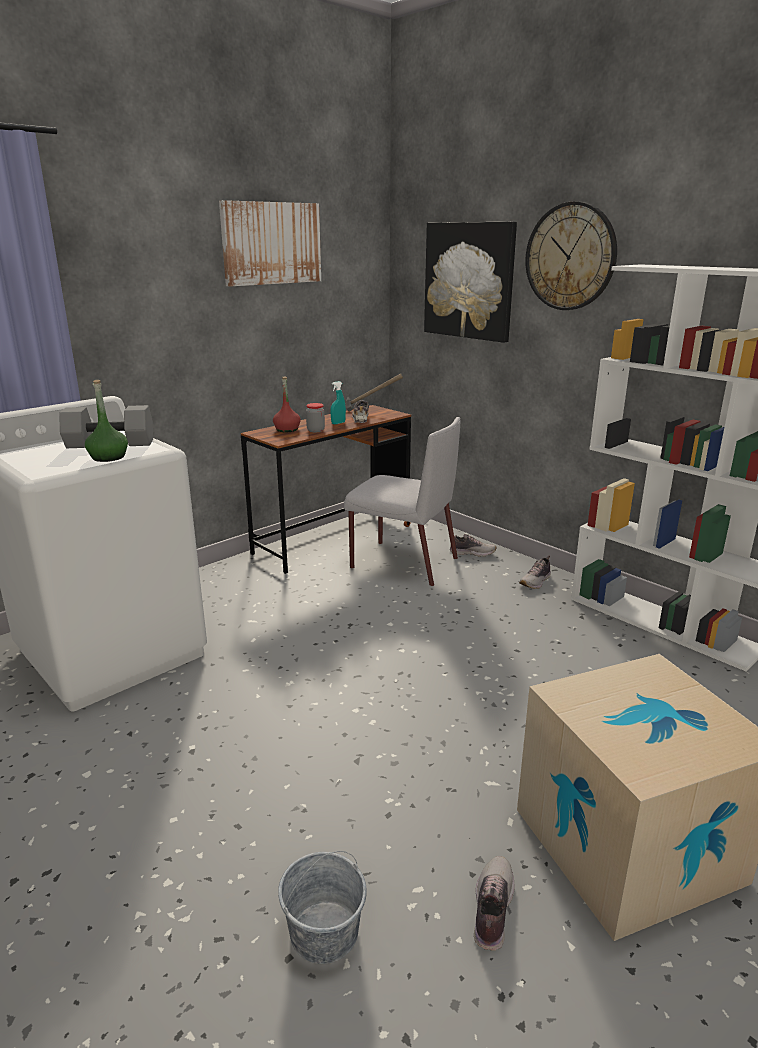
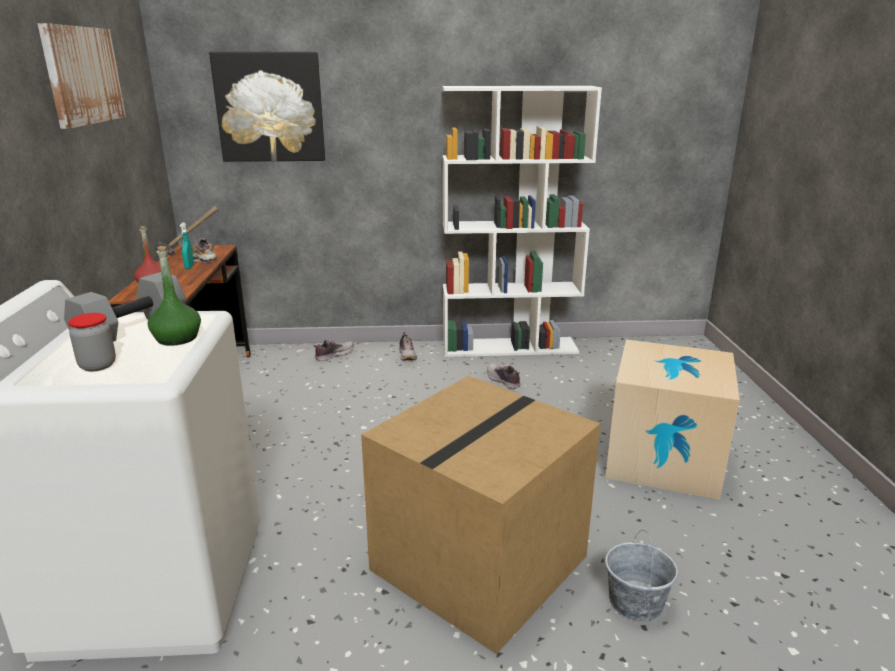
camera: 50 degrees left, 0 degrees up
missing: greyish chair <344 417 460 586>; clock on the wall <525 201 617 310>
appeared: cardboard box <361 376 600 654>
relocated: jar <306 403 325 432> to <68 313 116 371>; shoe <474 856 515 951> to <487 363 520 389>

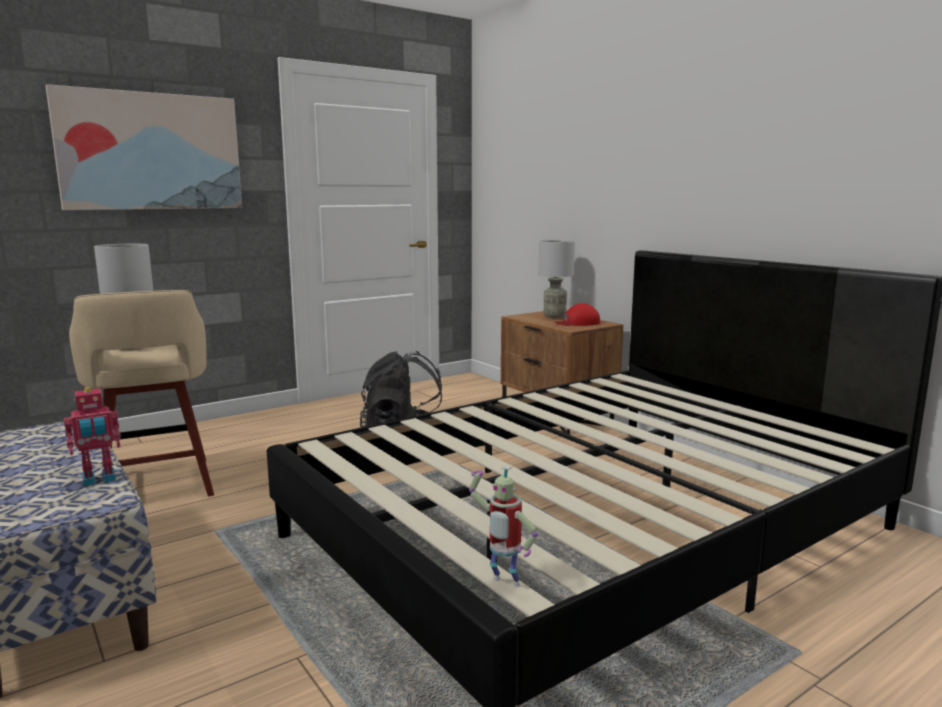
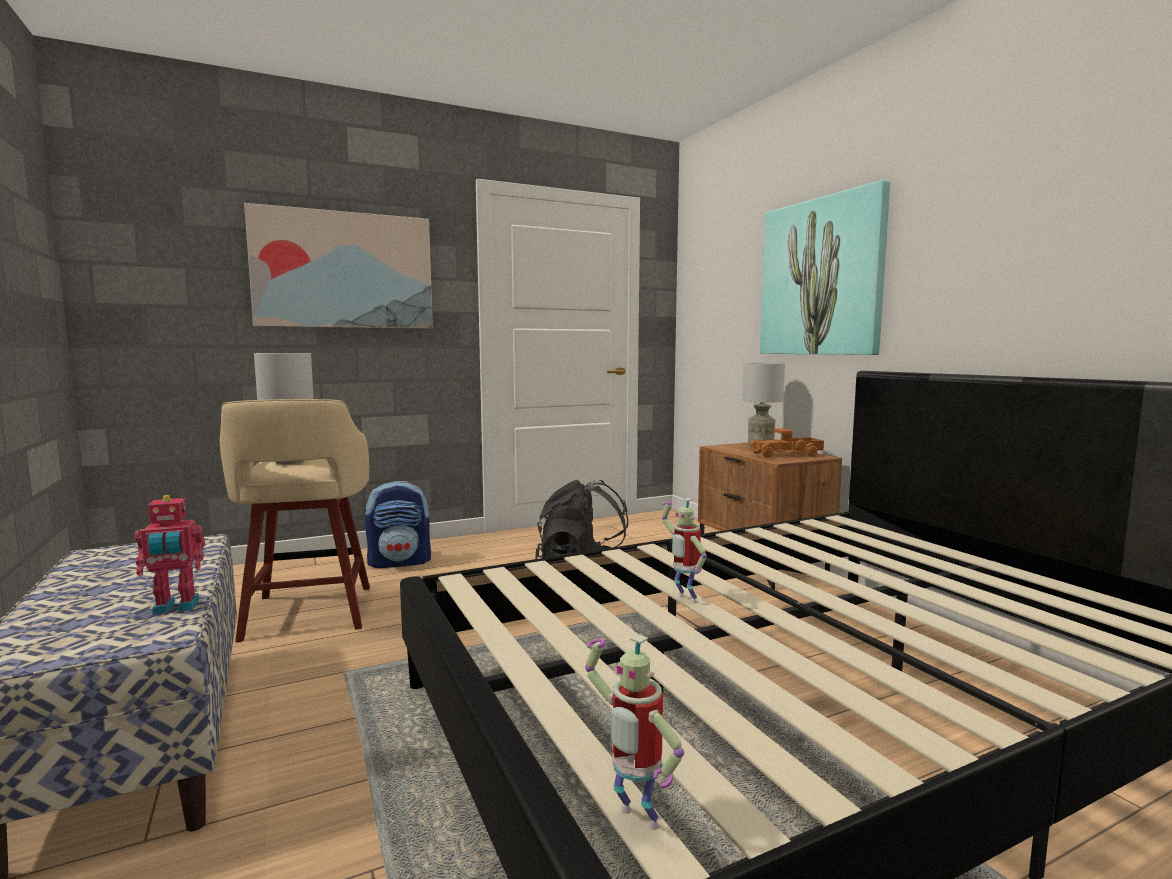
camera: 10 degrees right, 5 degrees down
appeared: backpack <365 481 431 568>; toy robot <662 498 707 603>; wall picture <760 180 890 355>
exchanged: red peaked cap <554 303 600 326> to toy truck <749 428 824 458>

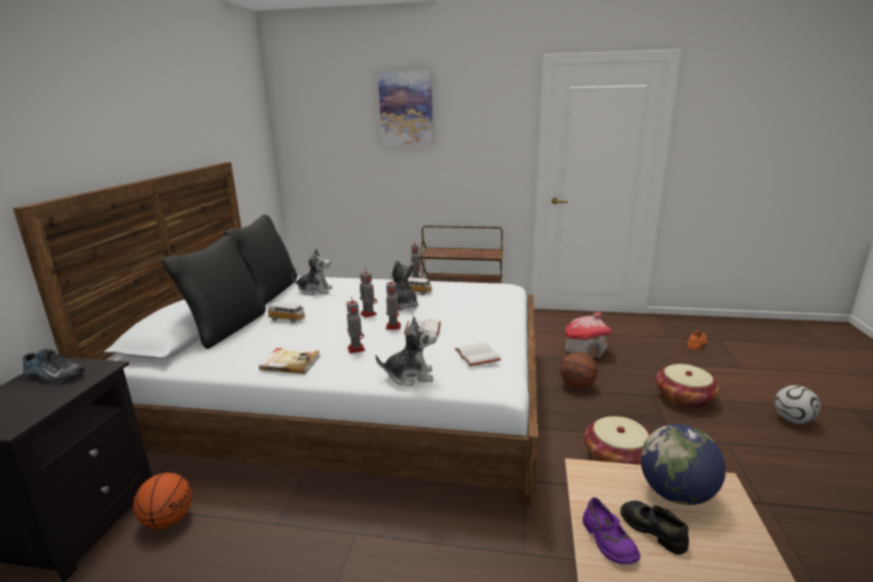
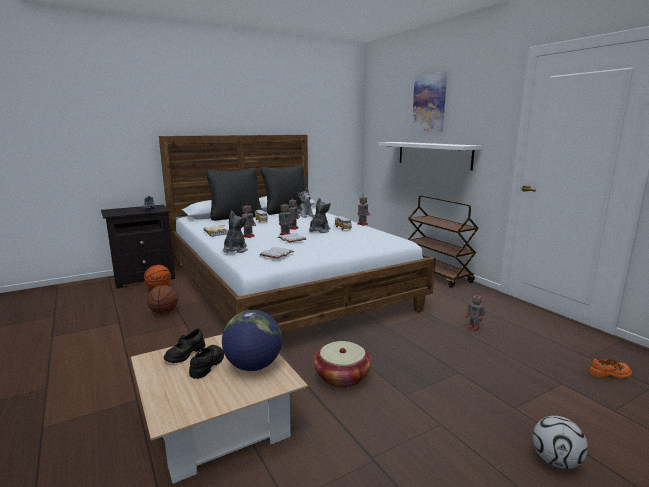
camera: 50 degrees right, 5 degrees down
missing: household basket <656 364 719 409>
appeared: white-coloured bracket shelf <379 142 483 171>
relocated: ball for basketball <560 352 598 389> to <147 285 178 314>
exchanged: toy house <565 312 613 358> to toy robot <466 293 486 331>
colour: purple shoe <583 497 641 564> to blackish shoe <164 328 205 363>
spun: plush toy <376 316 437 386> = <223 211 248 253> 135 degrees counterclockwise

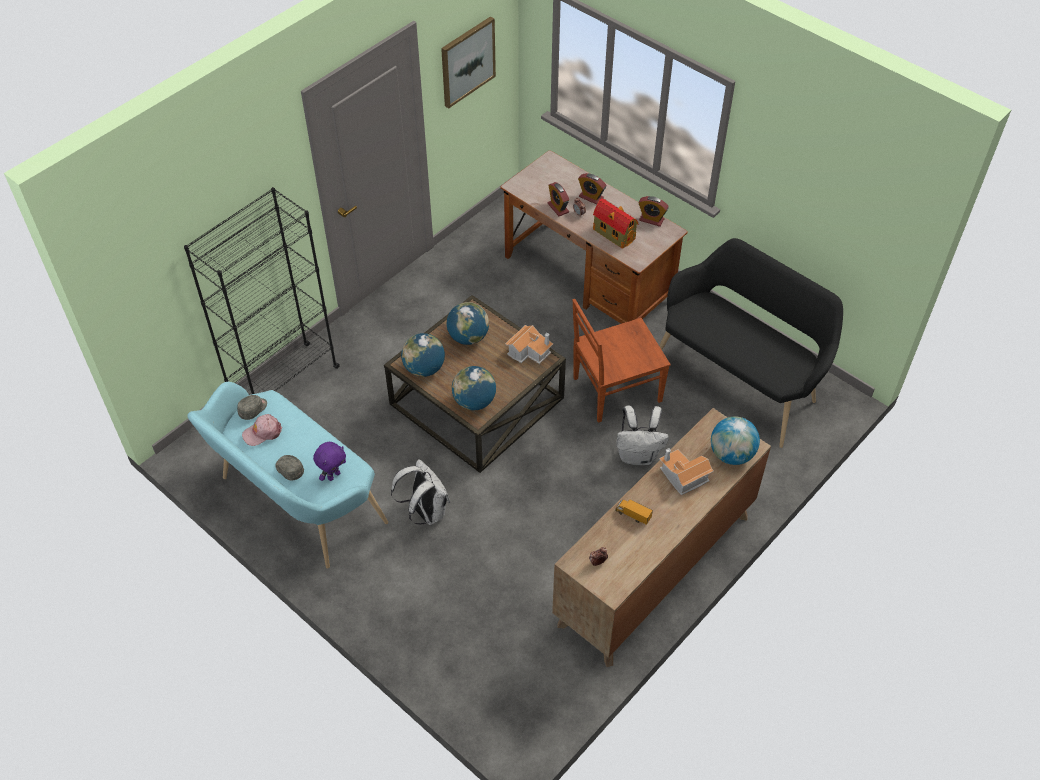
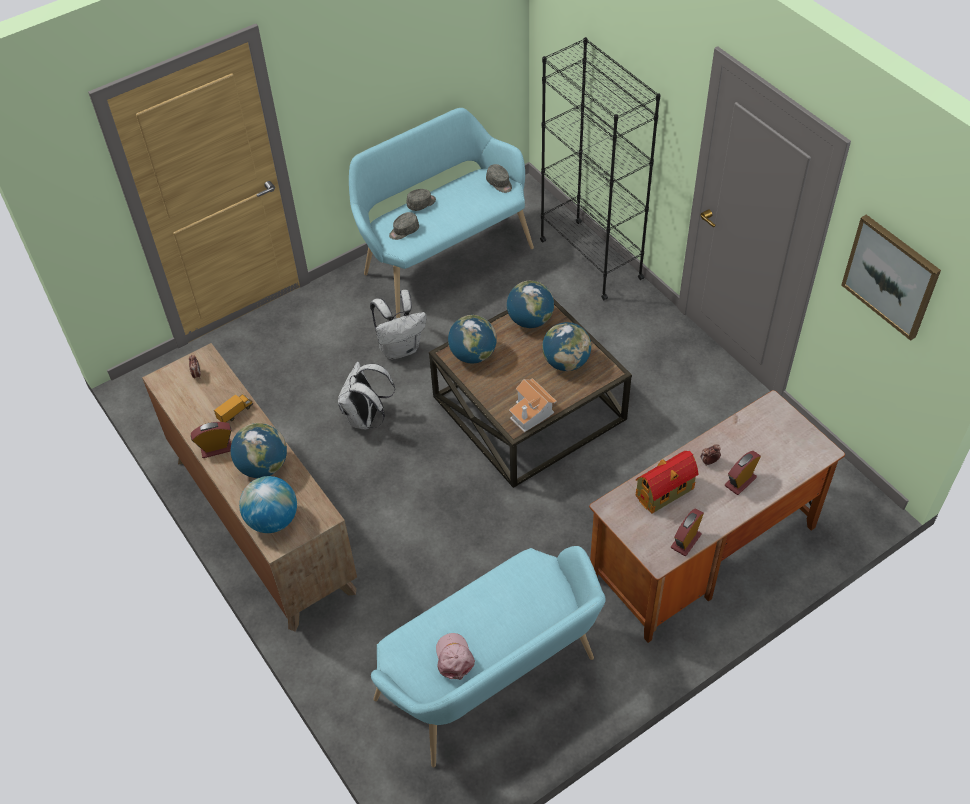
camera: 105 degrees right, 0 degrees up
missing: brownish chair <572 299 670 423>
relocated: pink-coloured peaked cap <242 414 282 446> to <436 633 475 680>; bedside clock <548 182 569 216> to <191 422 232 458>; white-coloured backpack <616 405 669 465> to <338 361 395 430>
exchanged: purple plush toy <313 442 346 481> to greyish peaked cap <389 212 419 240>; toy house <659 448 714 495> to globe <231 423 287 478>
colour: blackish long seat <659 238 843 448> to turquoise long seat <371 546 606 767>

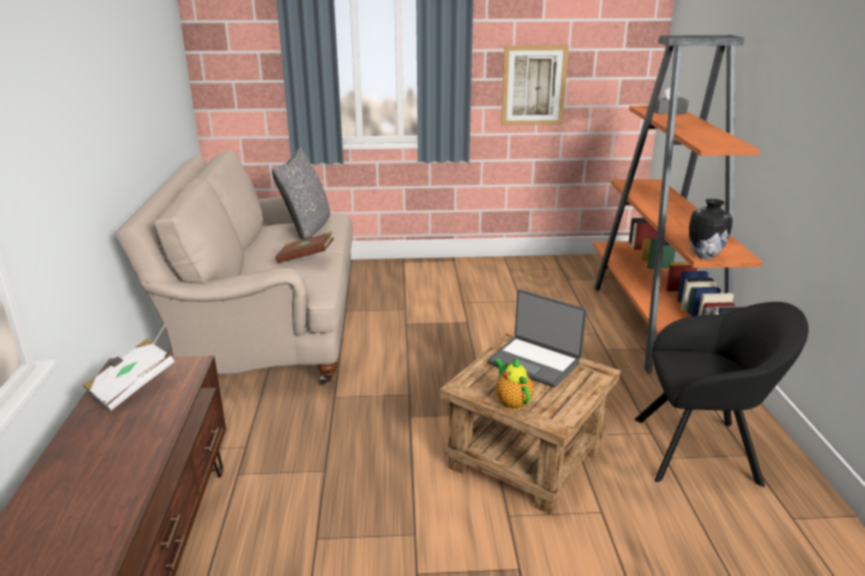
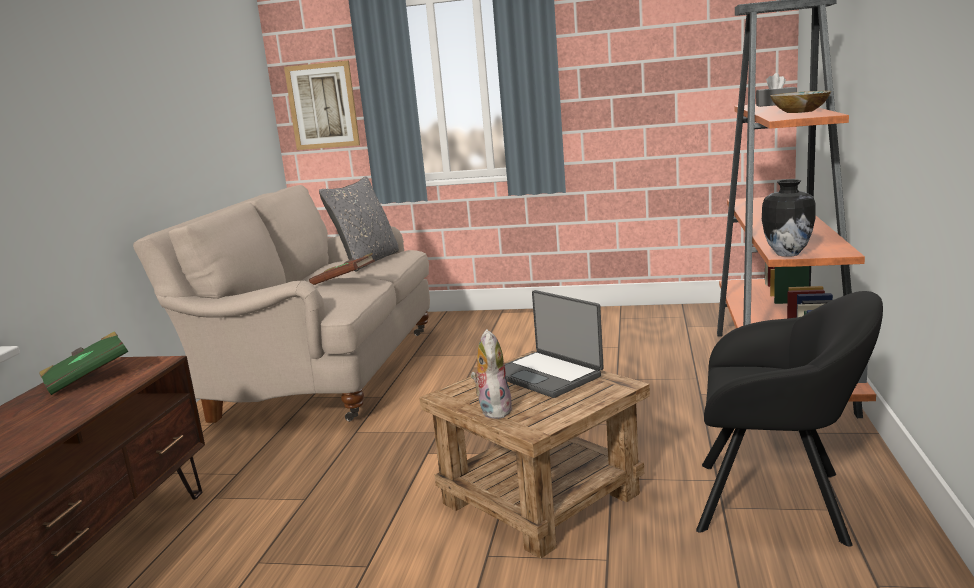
camera: 15 degrees right, 10 degrees down
appeared: serving bowl <770 91 831 113>
relocated: wall picture <501 45 569 125> to <284 60 360 150>
exchanged: teapot <494 358 534 410> to plush toy <471 329 513 419>
colour: white-coloured volume <83 339 175 411> to green volume <39 332 128 395>

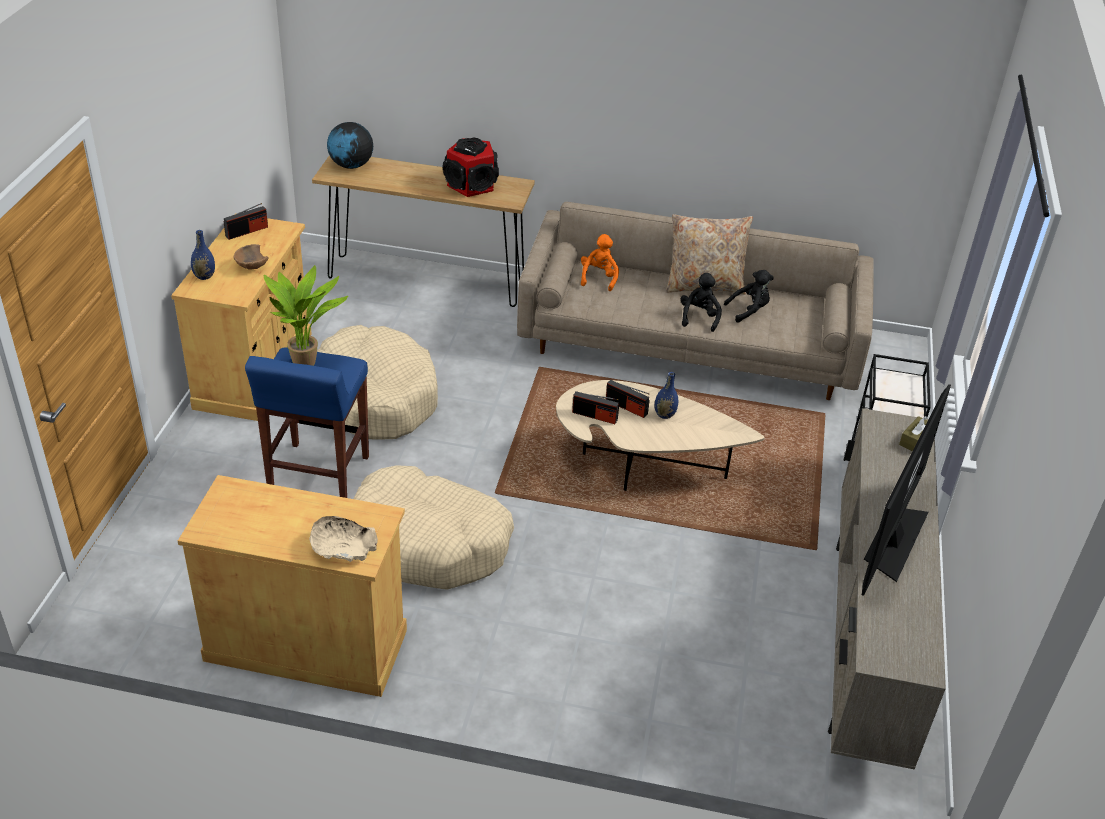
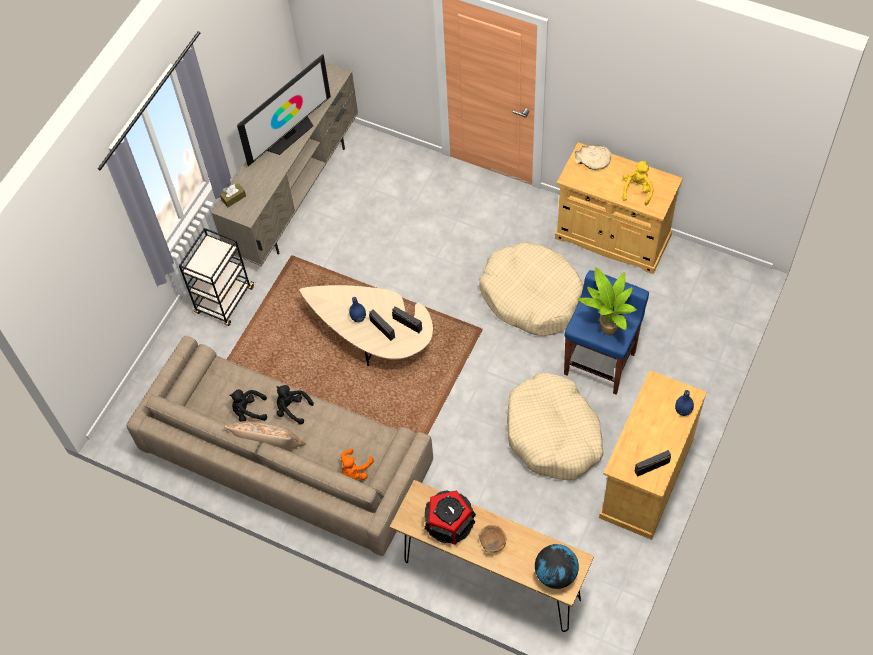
camera: 160 degrees left, 20 degrees up
appeared: yellow-coloured plush toy <622 161 654 205>
relocated: brownish serving bowl <234 244 269 270> to <478 525 507 553>
spun: blackish plush toy <681 273 722 332> = <276 385 314 424> 90 degrees clockwise

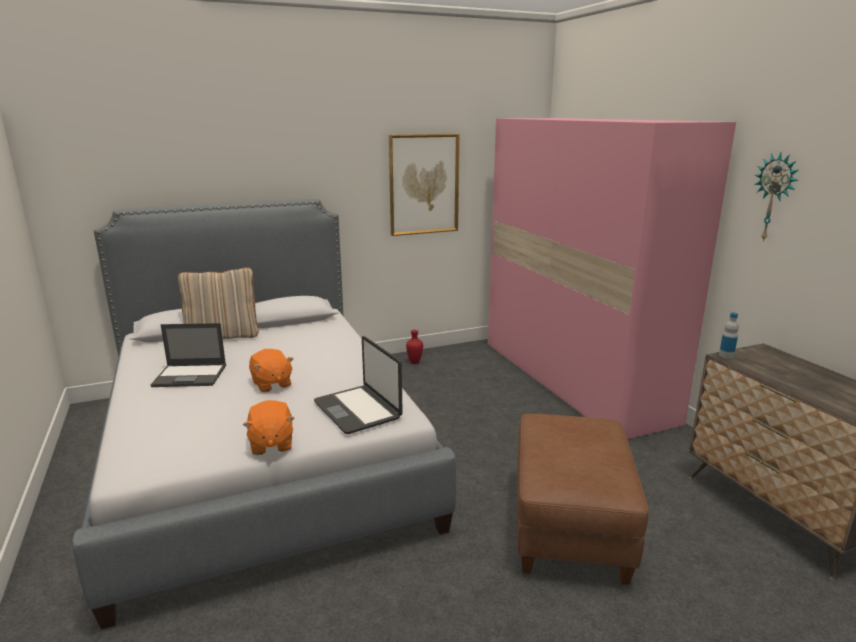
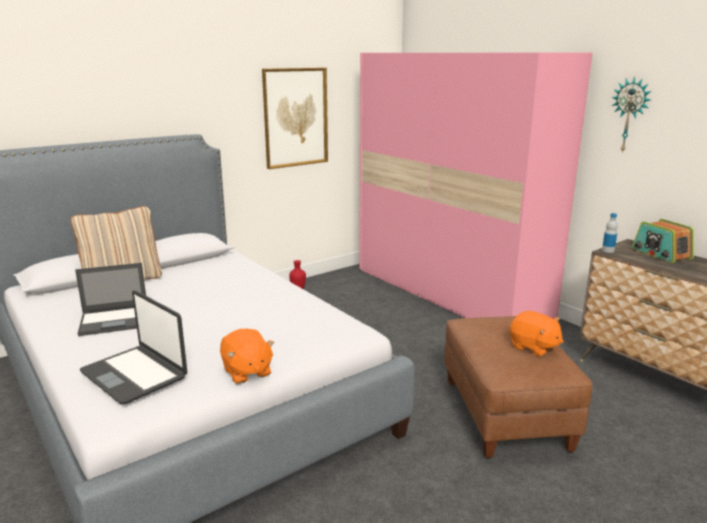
camera: 15 degrees left, 0 degrees up
appeared: radio receiver <632 219 694 263>
relocated: orange plush toy <249 349 293 392> to <510 311 564 357>; portable computer <314 336 403 434> to <80 291 187 405>

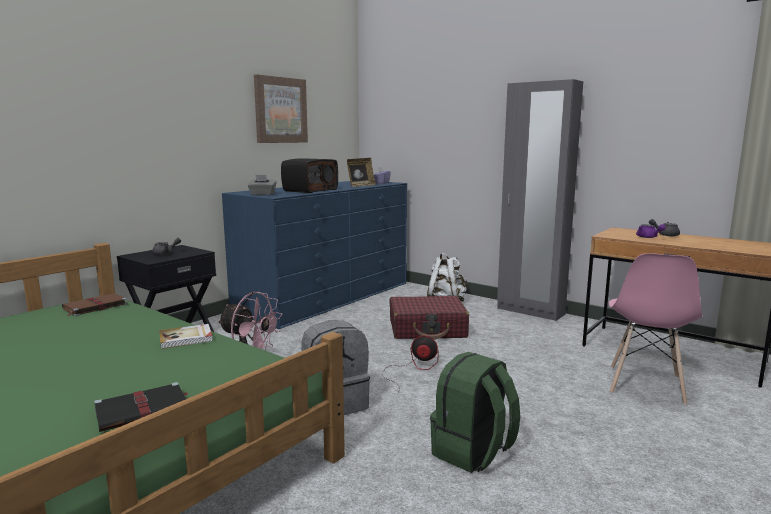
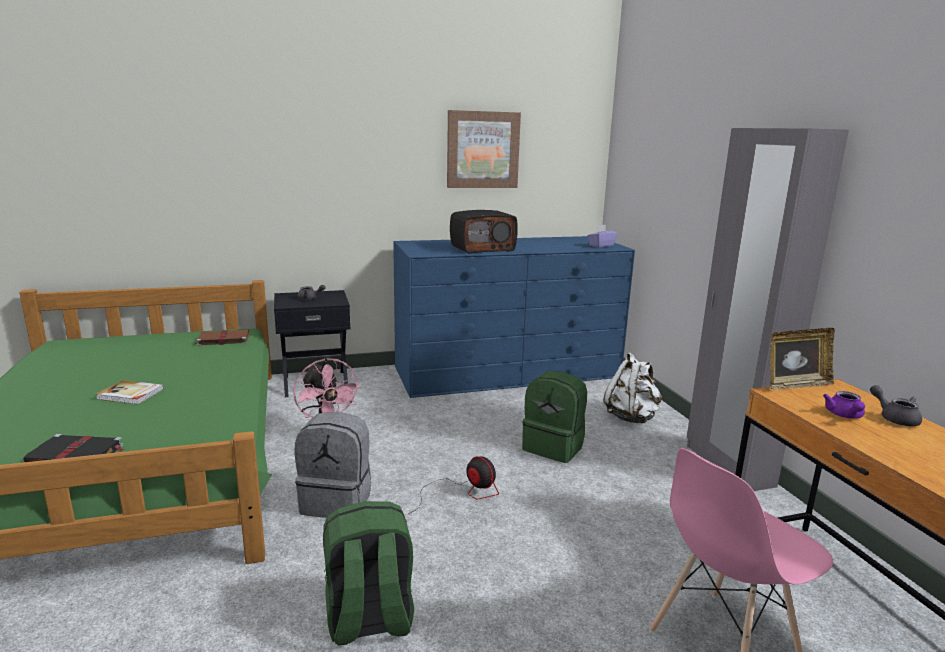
camera: 35 degrees right, 5 degrees up
missing: greyish box of tissues <248 175 277 195>
relocated: volume <159 324 213 349> to <96 380 164 404>; photo frame <347 158 376 187> to <770 328 835 390>
exchanged: red piece of luggage <390 296 469 340> to green backpack <522 371 587 463>

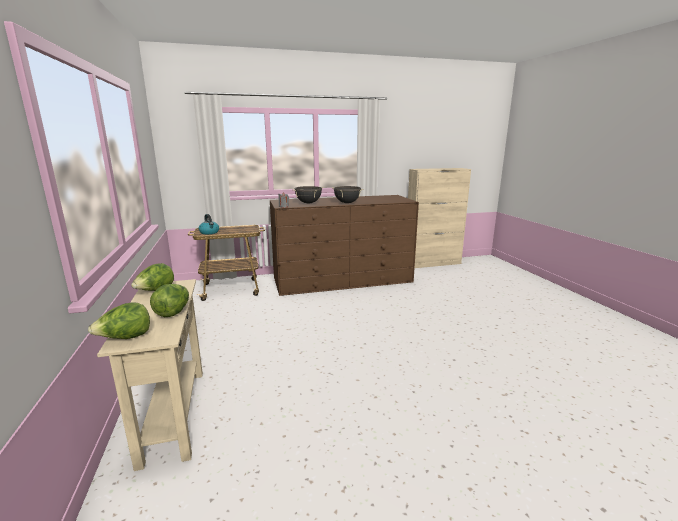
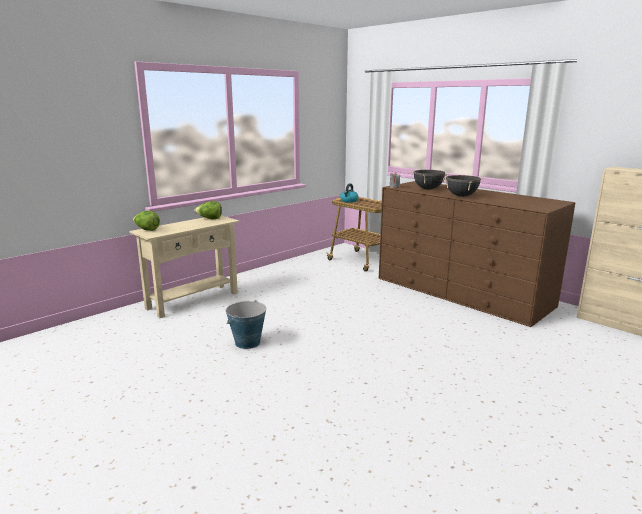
camera: 60 degrees right, 0 degrees up
missing: lettuce <150 284 189 317>
appeared: bucket <226 300 266 349>

